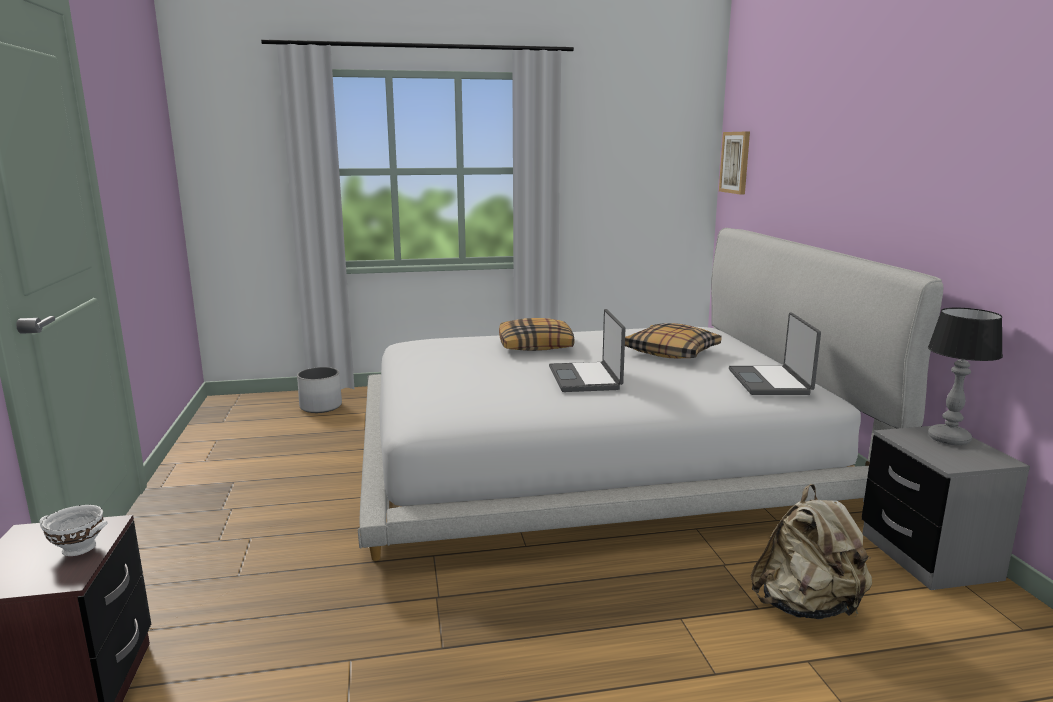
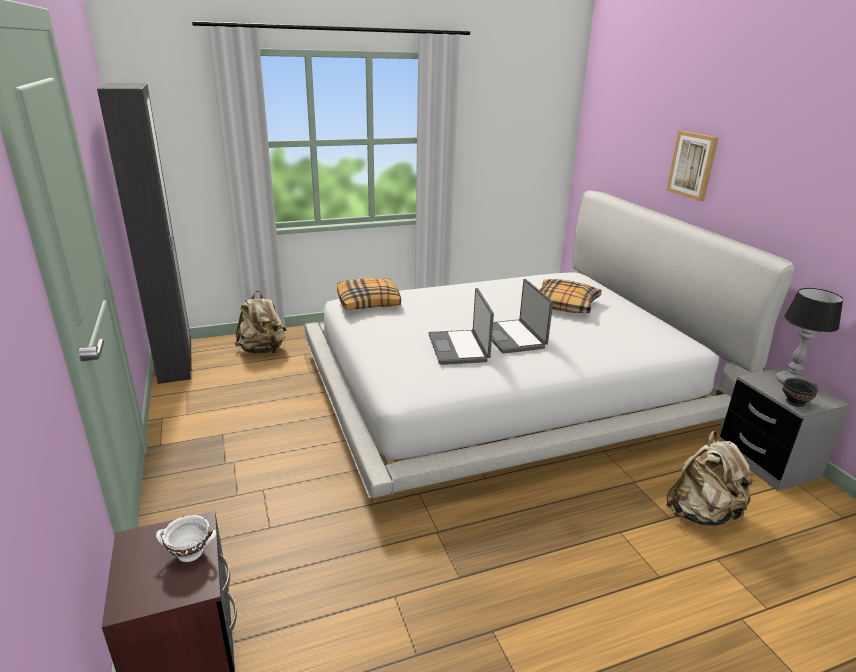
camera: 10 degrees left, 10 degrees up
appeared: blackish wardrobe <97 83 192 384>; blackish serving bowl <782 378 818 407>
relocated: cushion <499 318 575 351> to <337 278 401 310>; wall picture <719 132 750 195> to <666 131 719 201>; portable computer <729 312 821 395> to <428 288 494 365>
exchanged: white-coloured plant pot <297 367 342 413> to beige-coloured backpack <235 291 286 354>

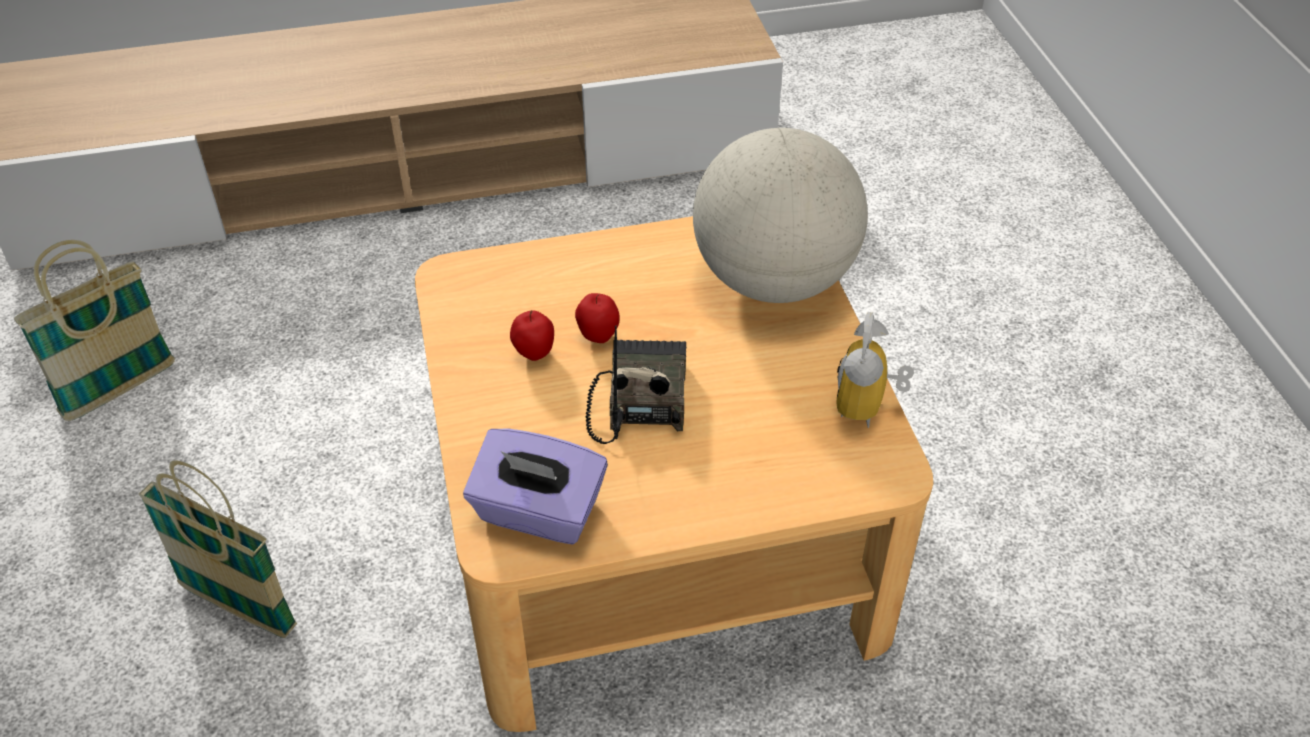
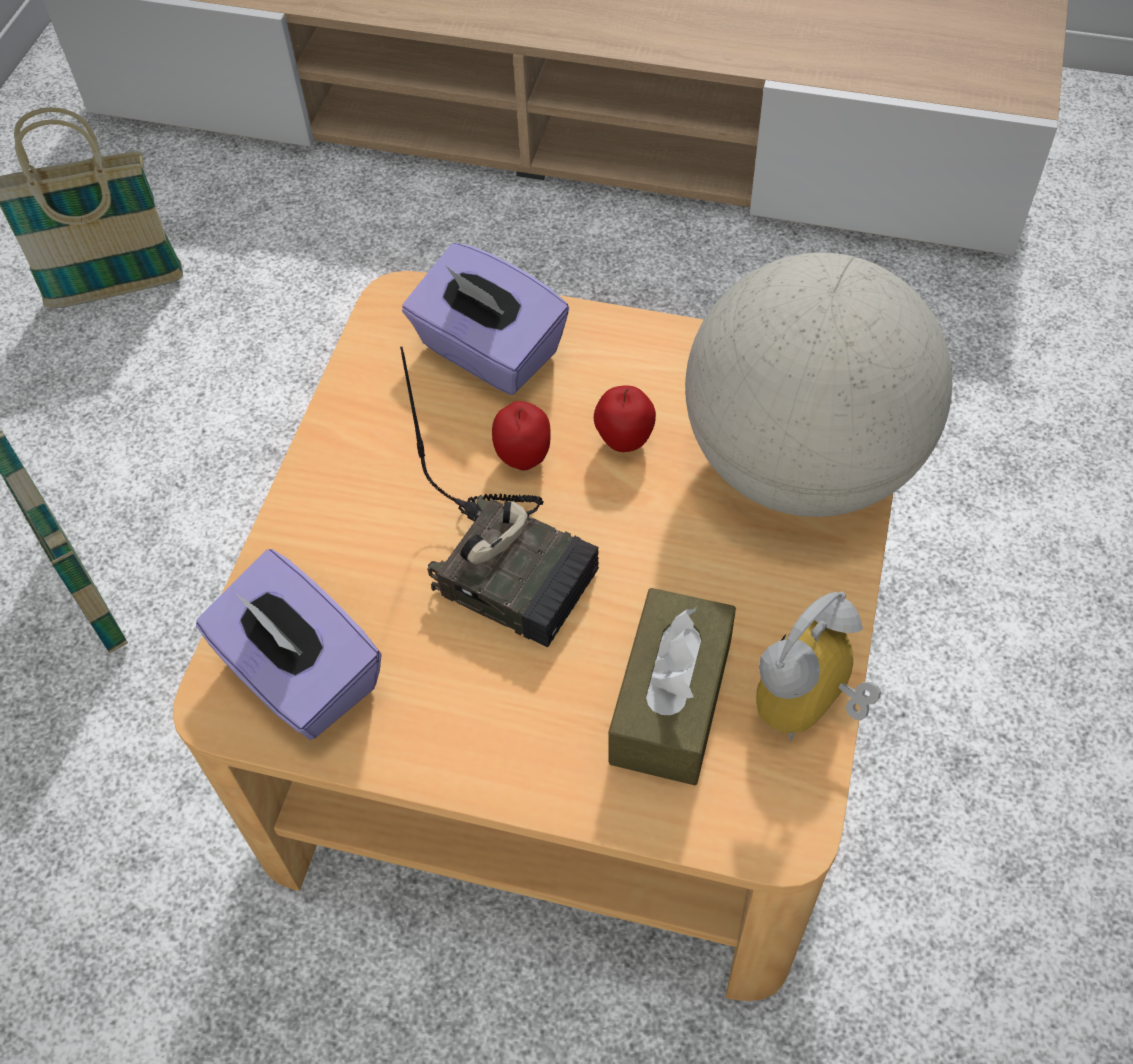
camera: 30 degrees right, 10 degrees up
appeared: purple box of tissues <402 243 569 395>; brownish box of tissues <608 588 736 785>
relocated: whole apple <510 310 554 361> to <594 385 656 452>
spun: radio receiver <586 326 686 444> = <400 346 599 648> 90 degrees clockwise

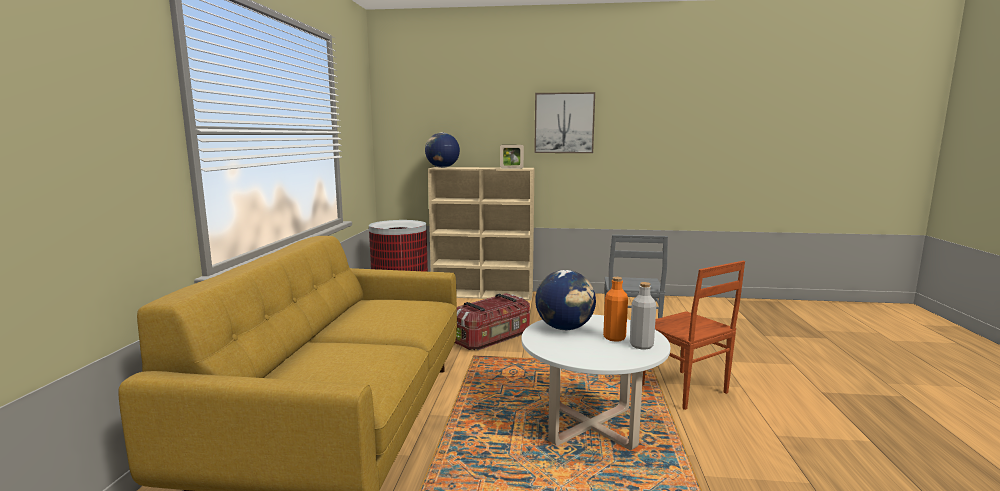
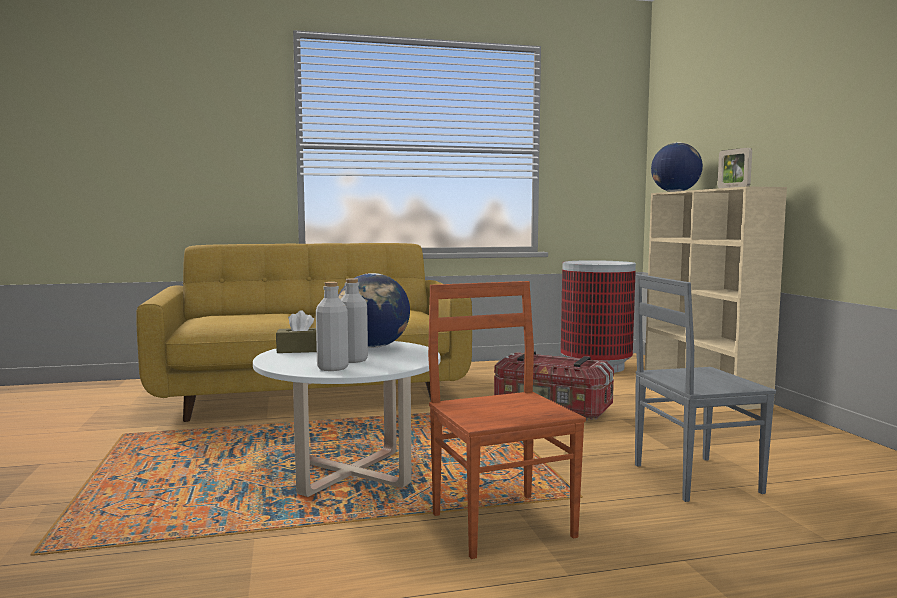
camera: 70 degrees right, 5 degrees down
missing: wall picture <534 92 595 153>
appeared: brownish box of tissues <276 310 317 353>
colour: orange beverage bottle <603 277 628 342> to greyish beverage bottle <340 278 368 363>
spun: brownish chair <642 261 745 410> = <428 281 586 559> 120 degrees clockwise

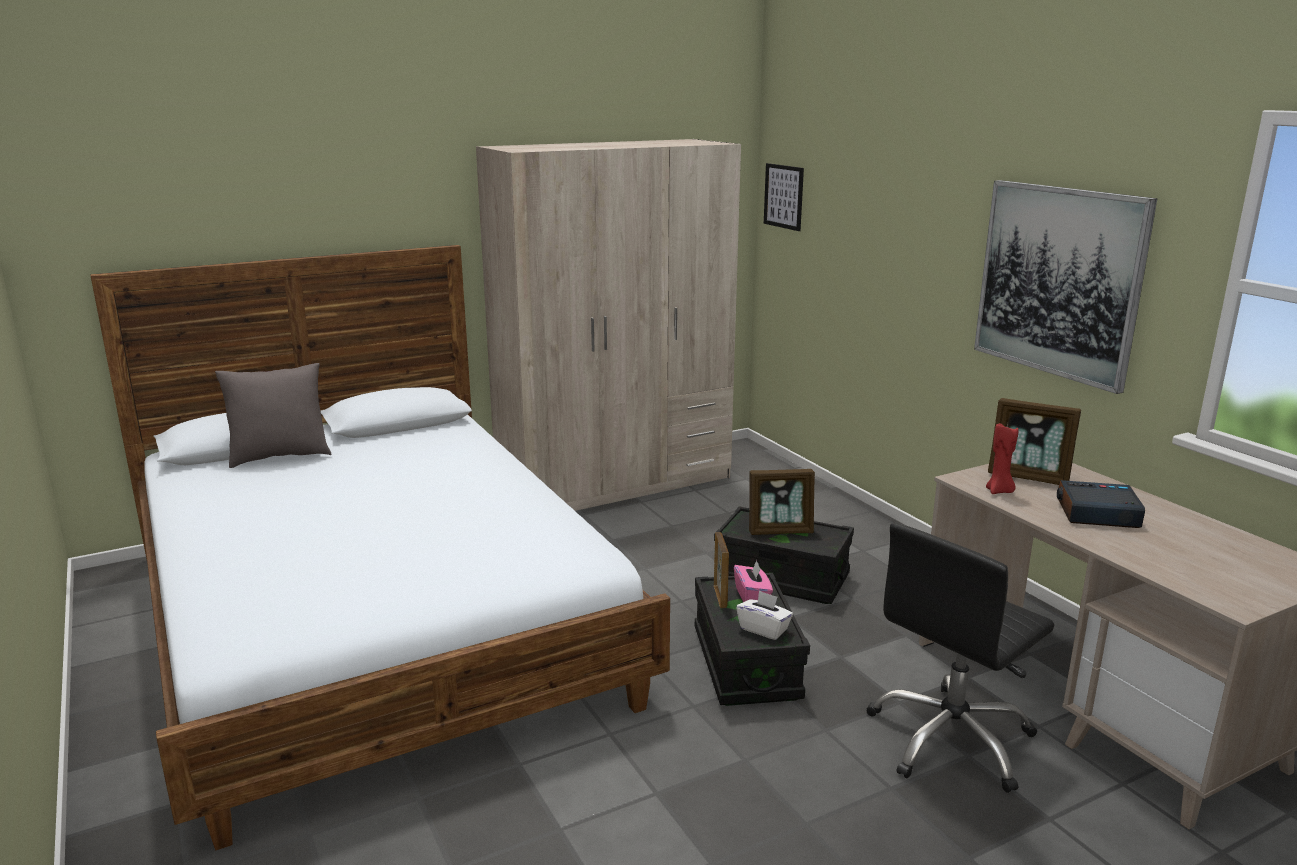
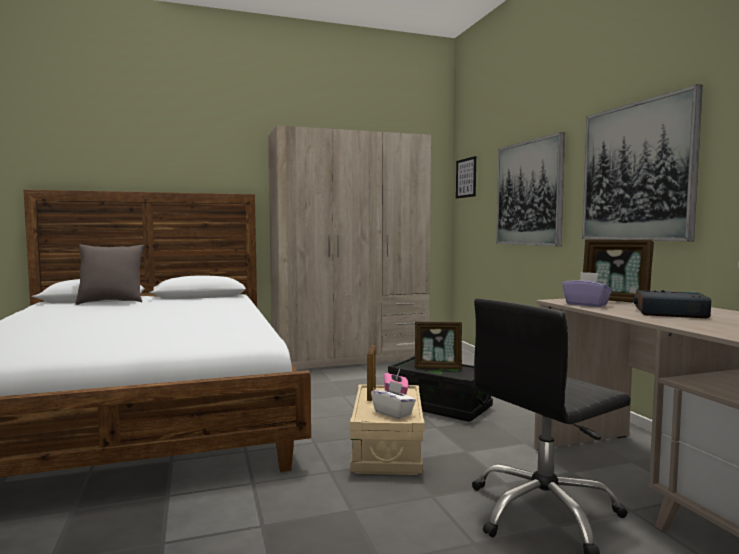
camera: 10 degrees right, 15 degrees down
appeared: wall picture <496 132 565 246>
exchanged: red wax light <986 423 1019 494> to purple box of tissues <562 272 612 307>
colour: blackish storage bin <695 573 810 706> to beige-coloured storage bin <350 384 425 475>

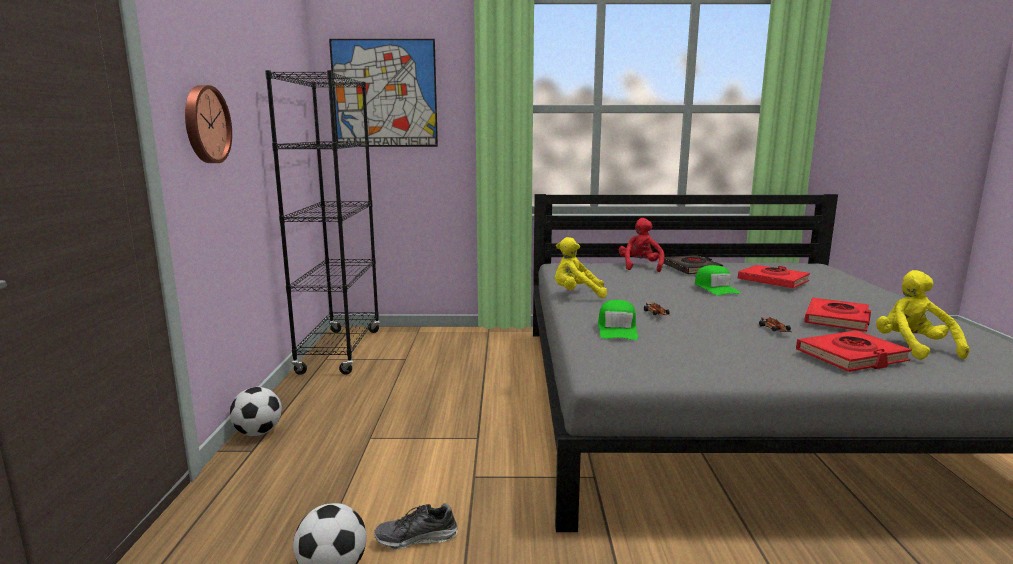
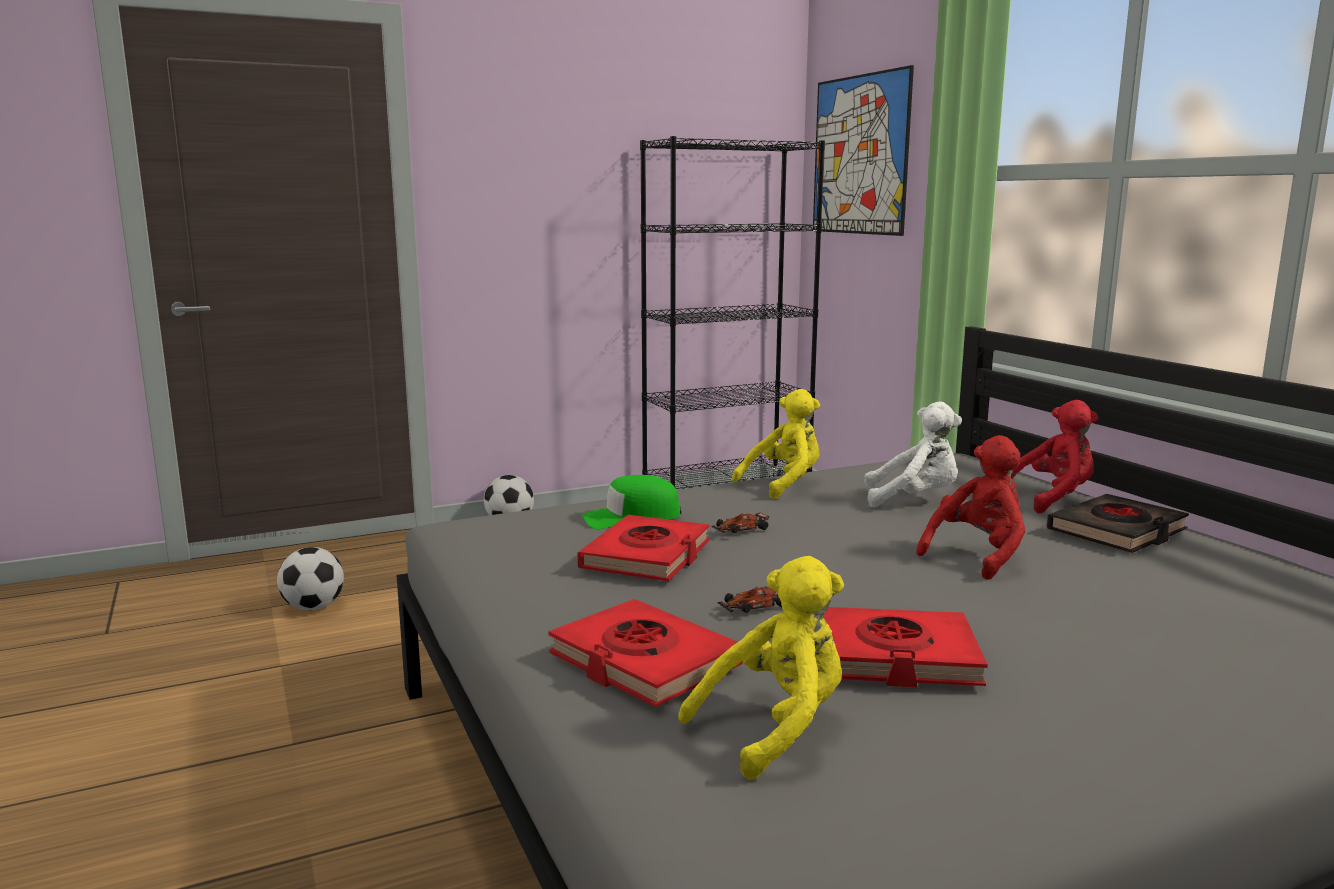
camera: 65 degrees right, 0 degrees up
missing: clock on the wall <185 85 232 163>; shoe <374 503 458 550>
appeared: white-coloured plush toy <864 401 962 508>
relocated: red volume <738 265 810 288> to <577 515 710 581>
exchanged: green peaked cap <695 265 741 295> to red plush toy <916 435 1025 580>
spun: yellow-coloured plush toy <555 237 607 298> = <732 389 820 499> 75 degrees clockwise

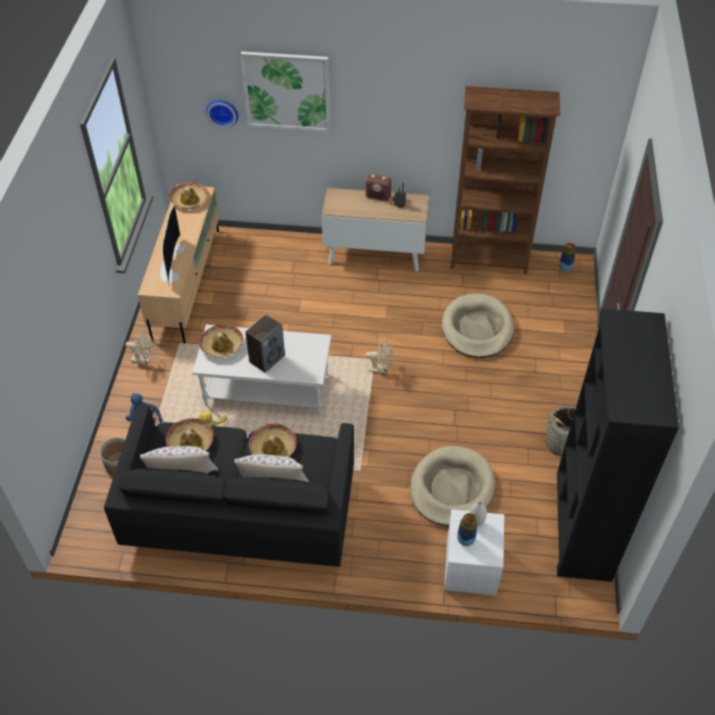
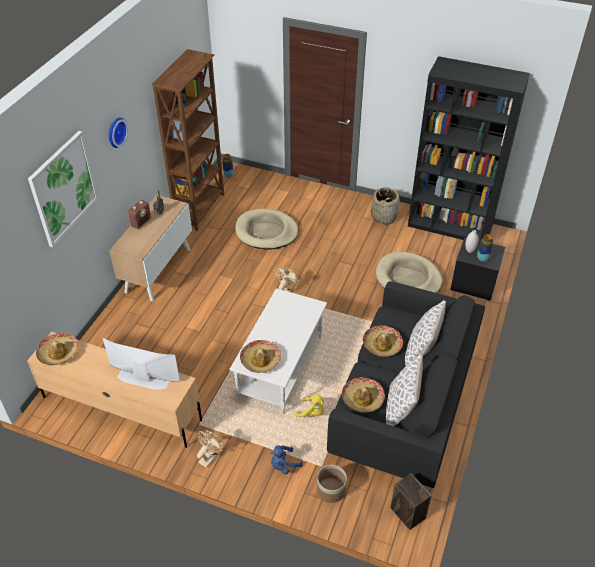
camera: 75 degrees left, 5 degrees down
relocated: clock on the wall <206 100 238 128> to <109 117 128 148>; loudspeaker <245 315 285 373> to <390 473 432 530>
colour: white-coloured bedside table <444 509 504 595> to blackish bedside table <450 237 505 301>

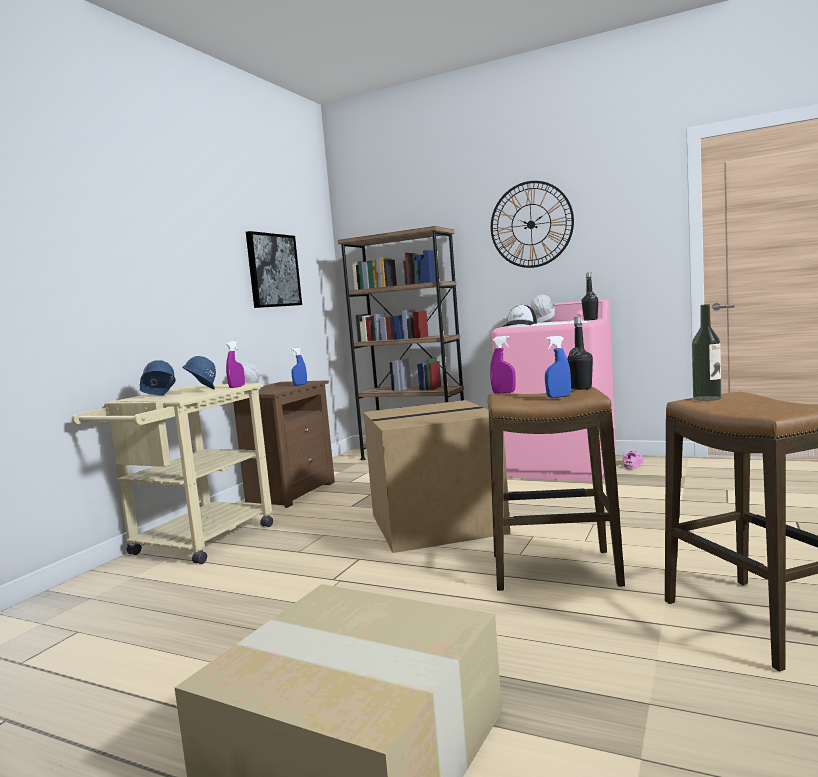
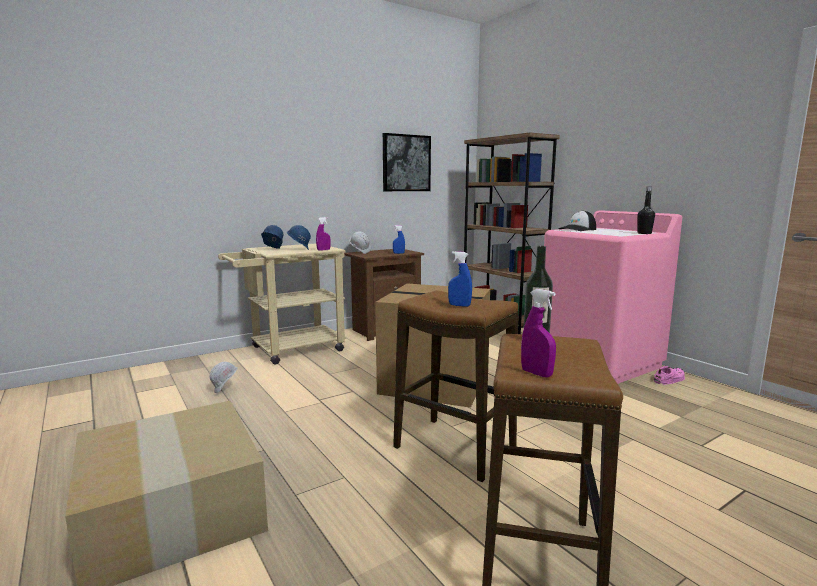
camera: 30 degrees right, 5 degrees up
missing: clock on the wall <491 181 574 268>; blackish beverage bottle <567 317 593 390>
relocated: purple hand sprayer <490 336 516 393> to <521 289 556 378>; white-coloured safety helmet <531 295 555 323> to <209 362 238 393>

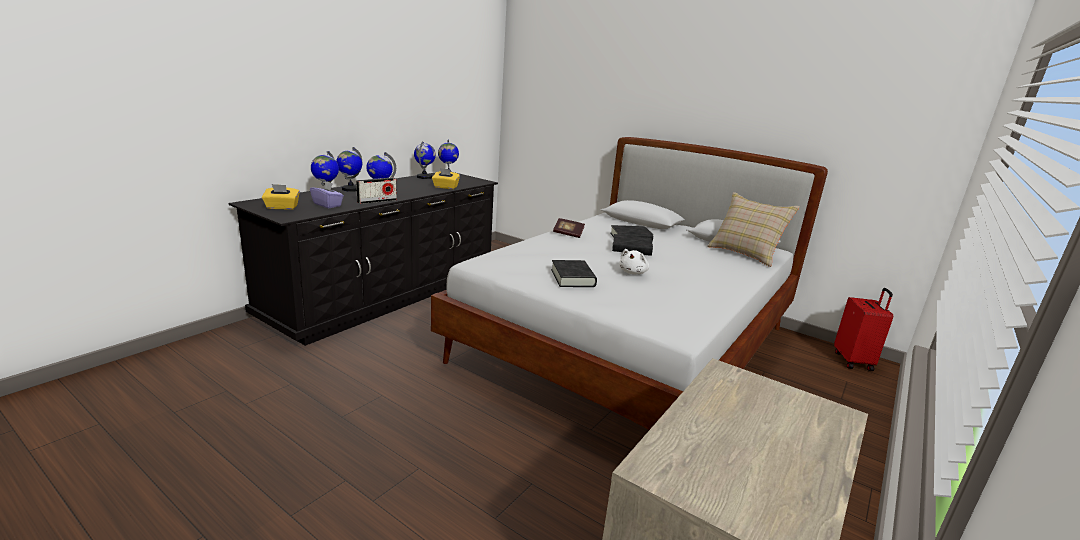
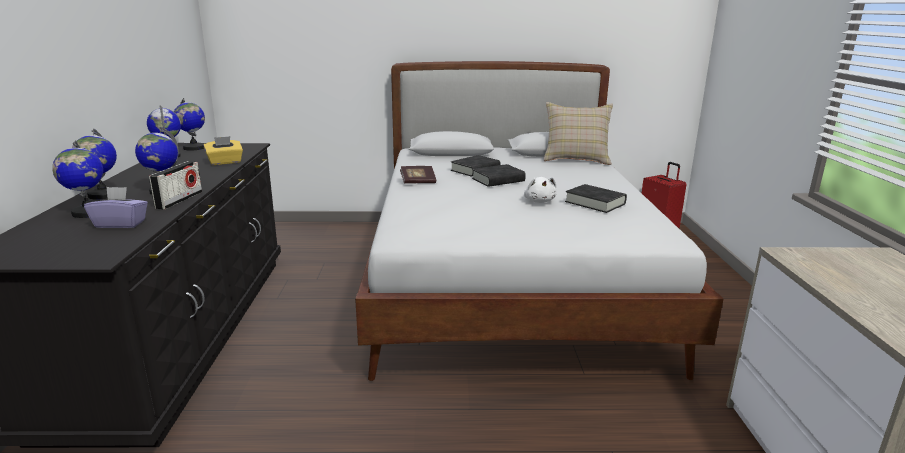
camera: 35 degrees left, 0 degrees up
missing: yellow-coloured box of tissues <262 184 300 210>
relocated: blackish volume <551 260 597 287> to <565 184 627 213>

